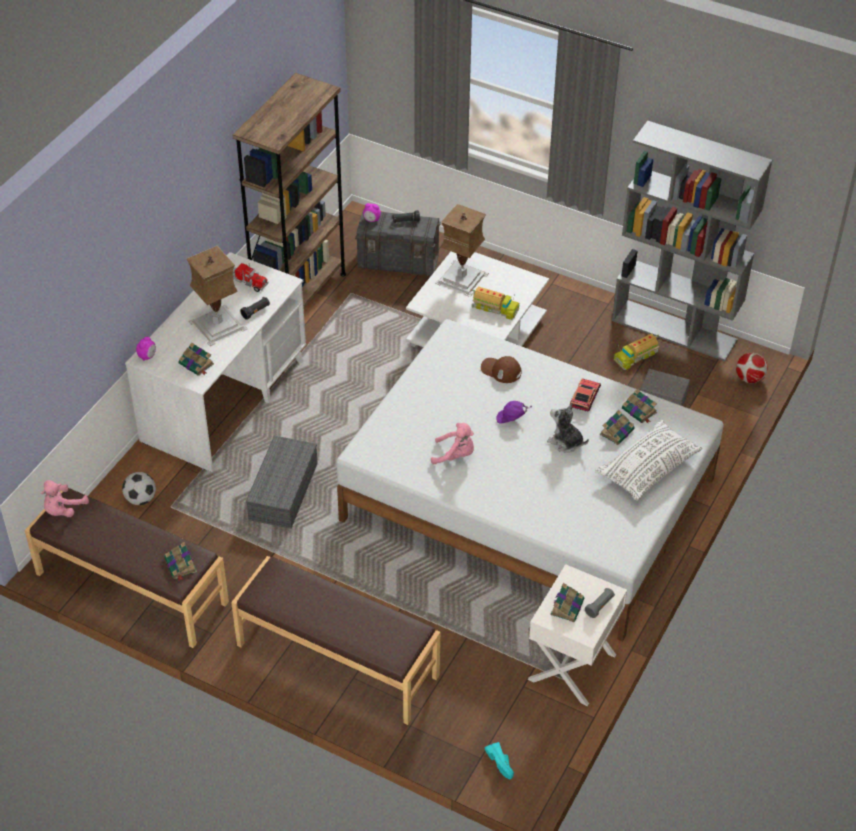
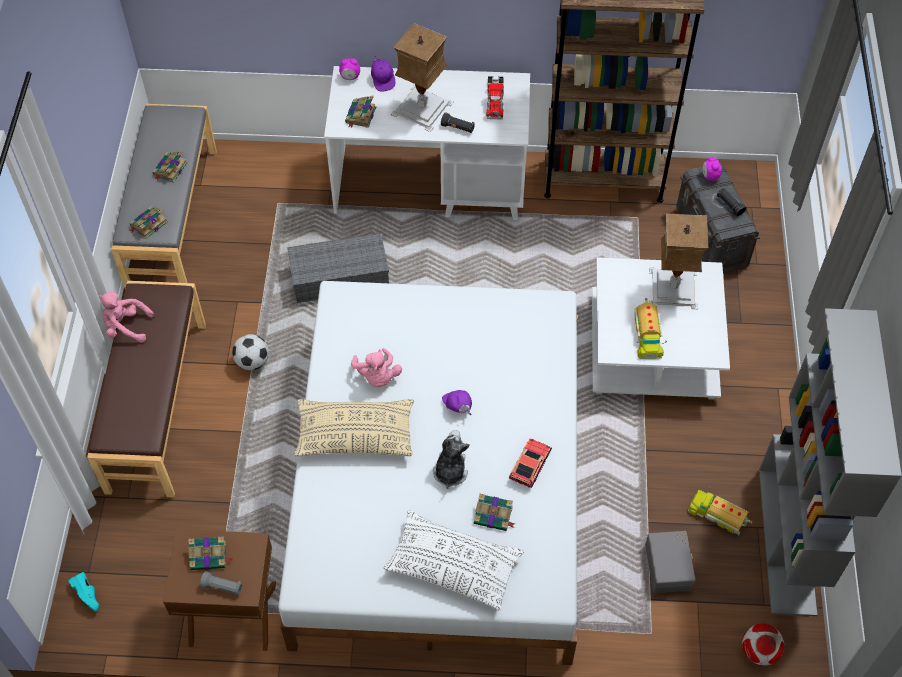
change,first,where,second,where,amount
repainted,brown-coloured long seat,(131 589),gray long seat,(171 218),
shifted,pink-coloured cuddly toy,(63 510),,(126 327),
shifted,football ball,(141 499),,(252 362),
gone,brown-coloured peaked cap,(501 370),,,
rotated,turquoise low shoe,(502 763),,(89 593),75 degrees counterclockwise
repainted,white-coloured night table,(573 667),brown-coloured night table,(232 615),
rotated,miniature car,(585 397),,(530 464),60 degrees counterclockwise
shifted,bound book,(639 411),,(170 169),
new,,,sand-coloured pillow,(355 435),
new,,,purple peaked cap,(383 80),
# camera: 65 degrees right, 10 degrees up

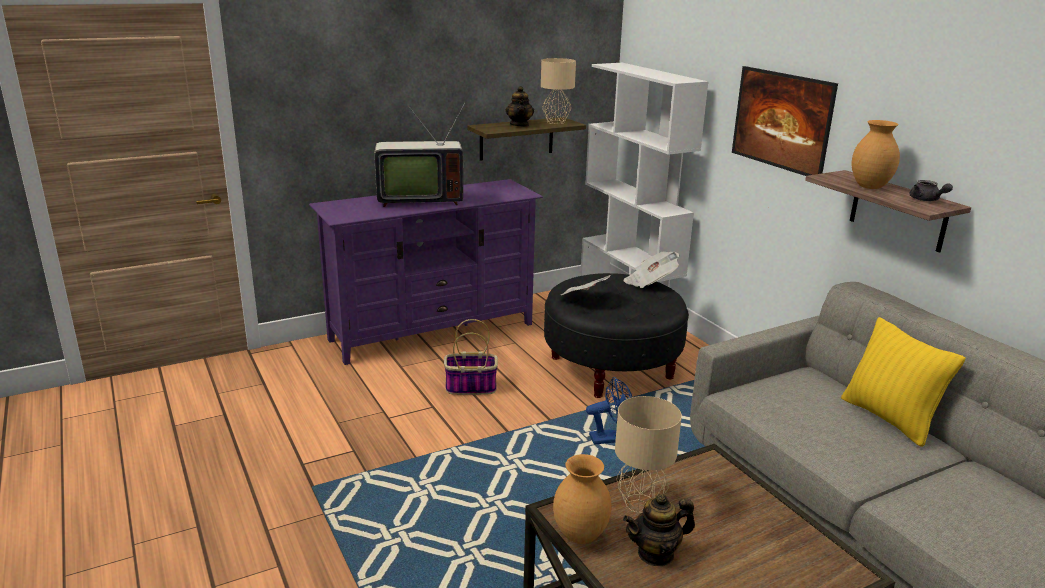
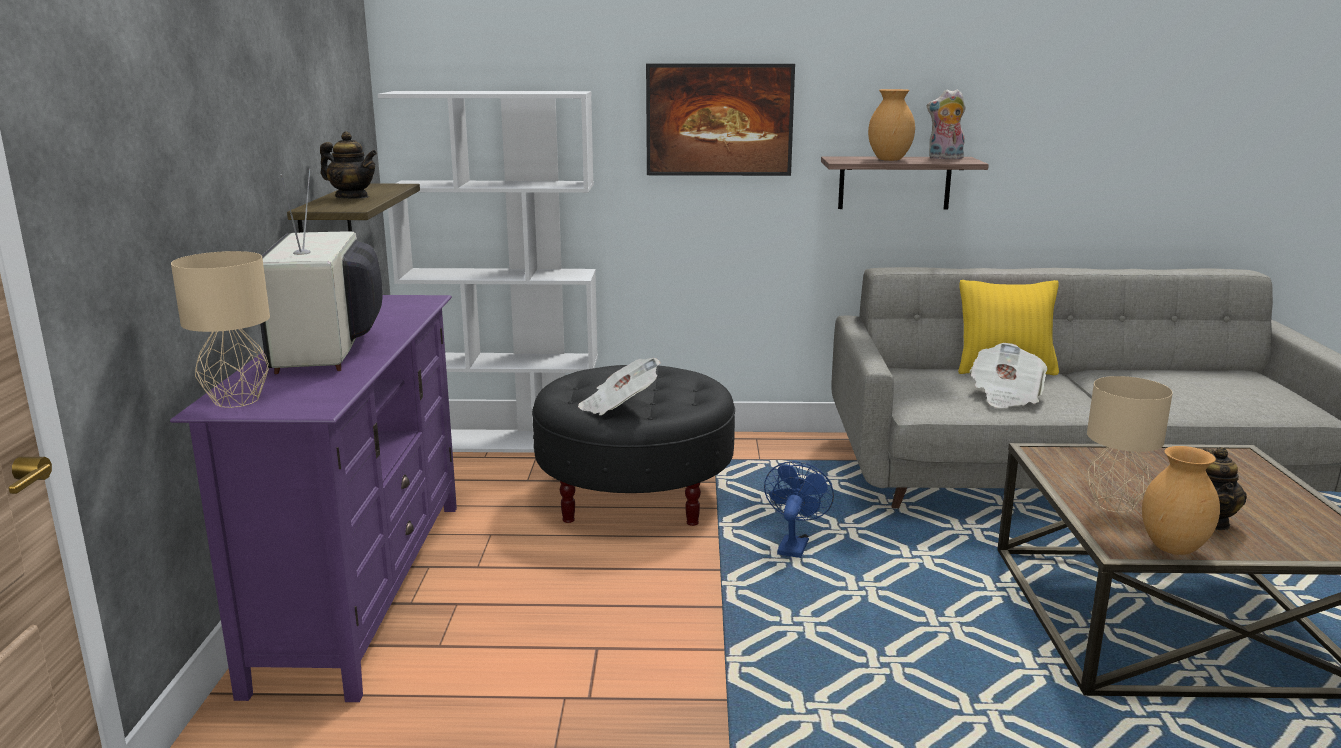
change,first,where,second,where,amount
rotated,TV,(418 200),,(329 349),150 degrees clockwise
gone,basket,(470 387),,,
shifted,sand-coloured tabletop lamp,(555 122),,(235 401),
shifted,newspaper,(650 282),,(1005 396),
swapped,gray pot for tea,(926 200),cuddly toy,(944 158),
# camera: 60 degrees left, 5 degrees down

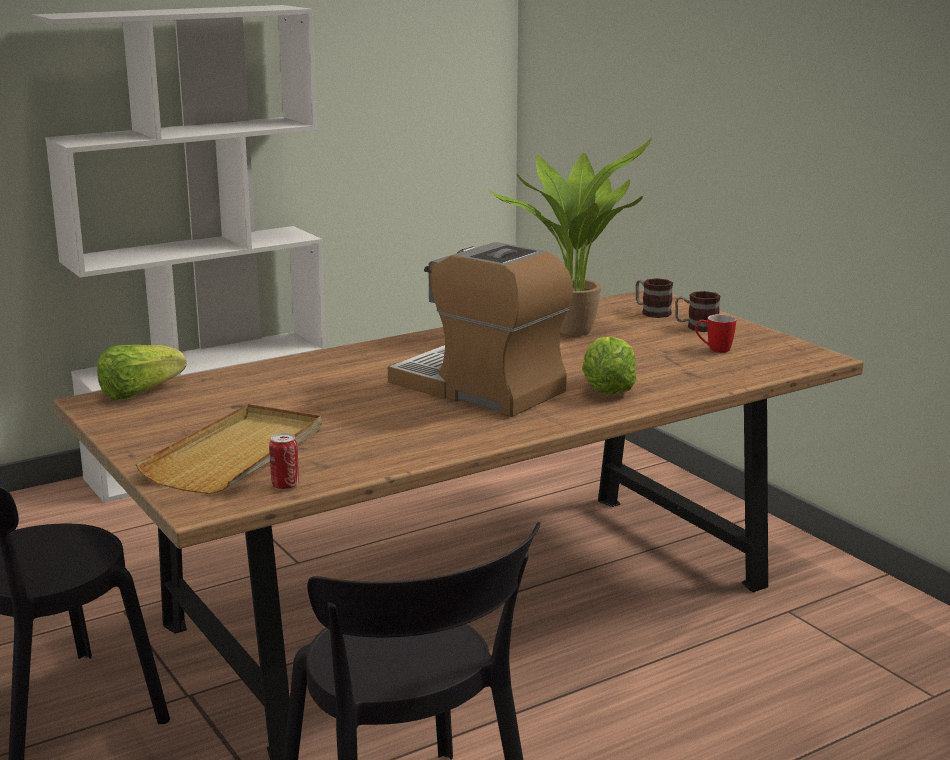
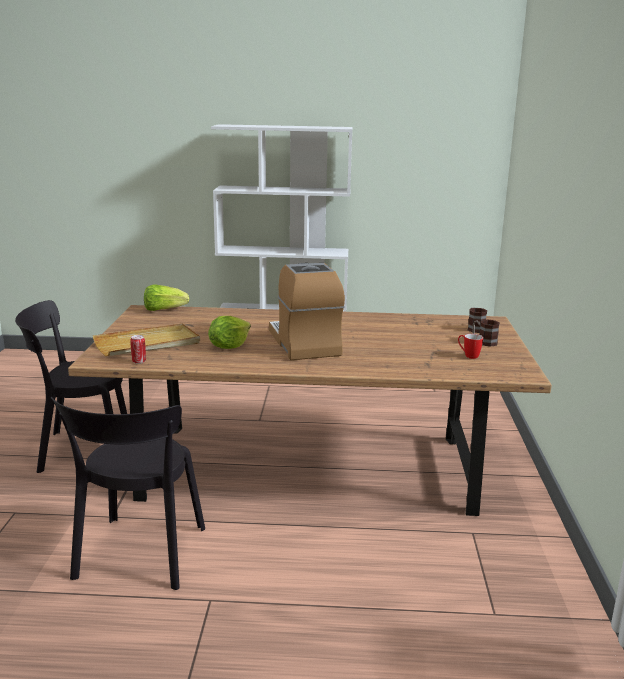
change,first,where,second,where,amount
gone,plant in a pot,(574 330),,,
shifted,head of lettuce,(607 390),,(229 346),
# camera: 35 degrees right, 0 degrees up

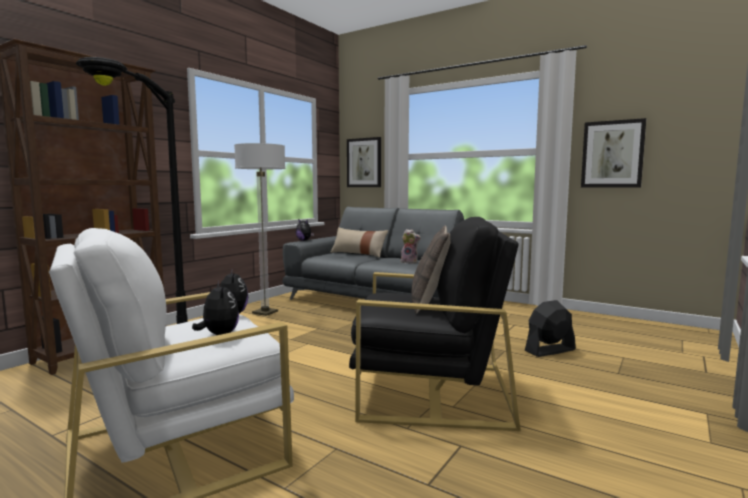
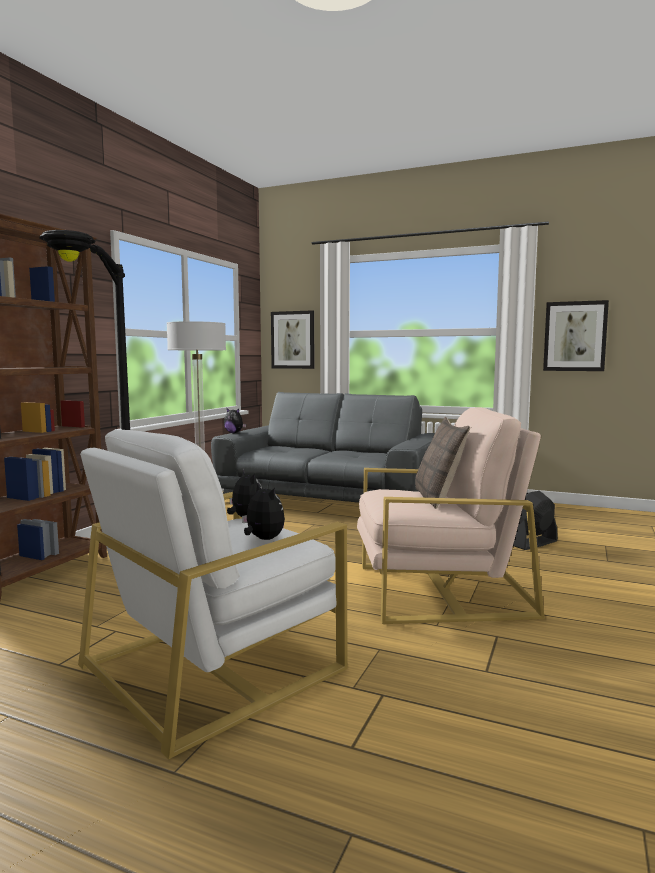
change,first,where,second,where,amount
gone,sand-coloured pillow,(358 254),,,
repainted,blackish easy chair,(432 391),sand-coloured easy chair,(440 589),
gone,cuddly toy,(410 262),,,
# camera: 10 degrees left, 0 degrees up

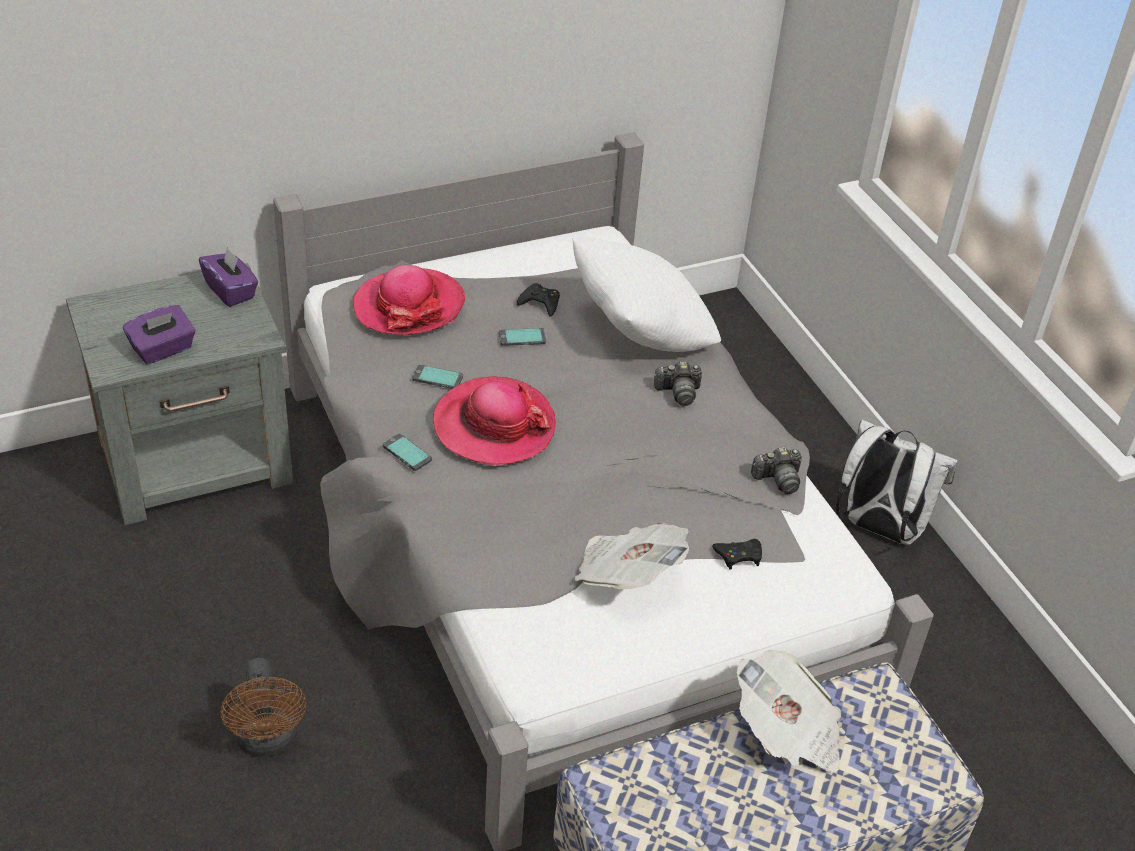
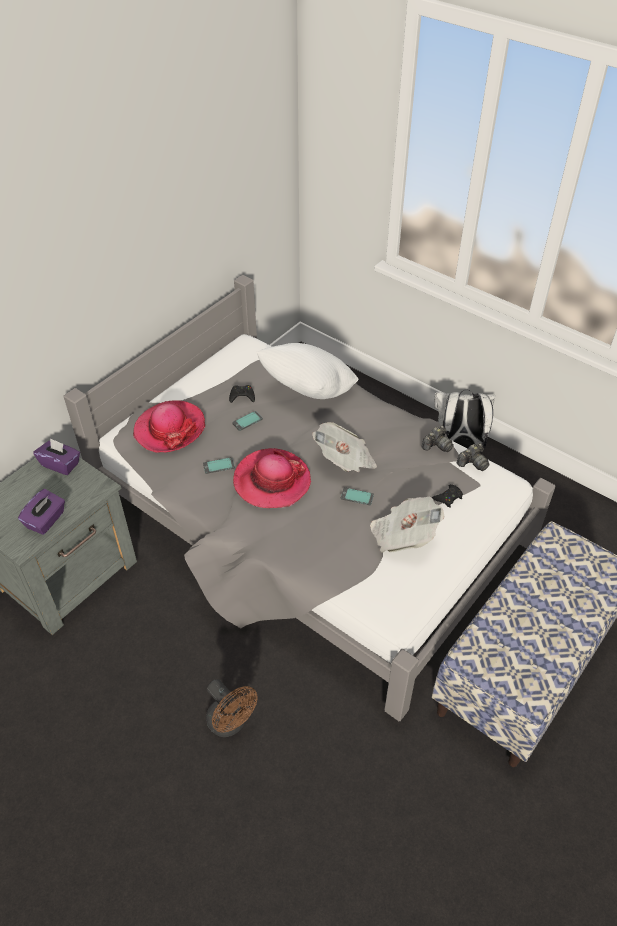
change,first,where,second,where,amount
shifted,handset,(407 453),,(357 497),
shifted,photo camera,(678 392),,(473 463),
shifted,newspaper,(787 732),,(345 460),
# camera: 25 degrees left, 5 degrees up

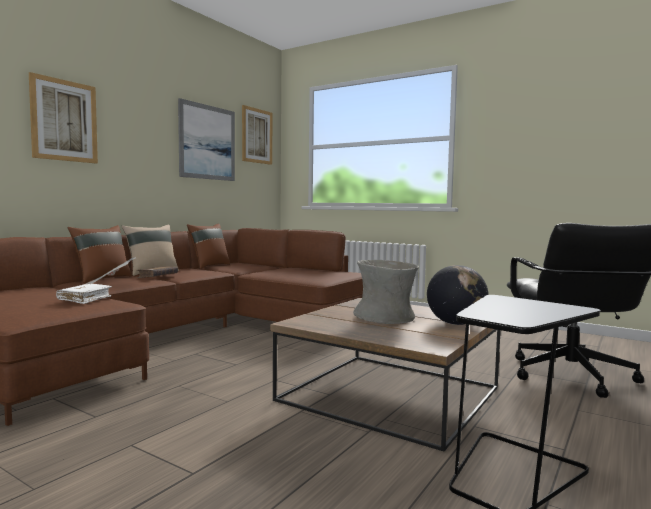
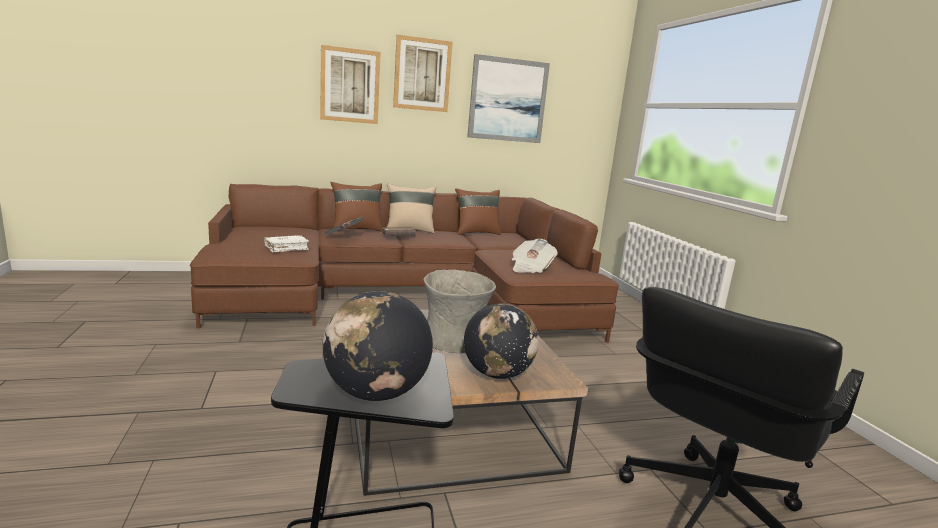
change,first,where,second,where,amount
shifted,wall art,(257 136),,(422 74),
new,,,globe,(375 393),
new,,,newspaper,(530 268),
# camera: 40 degrees right, 10 degrees up

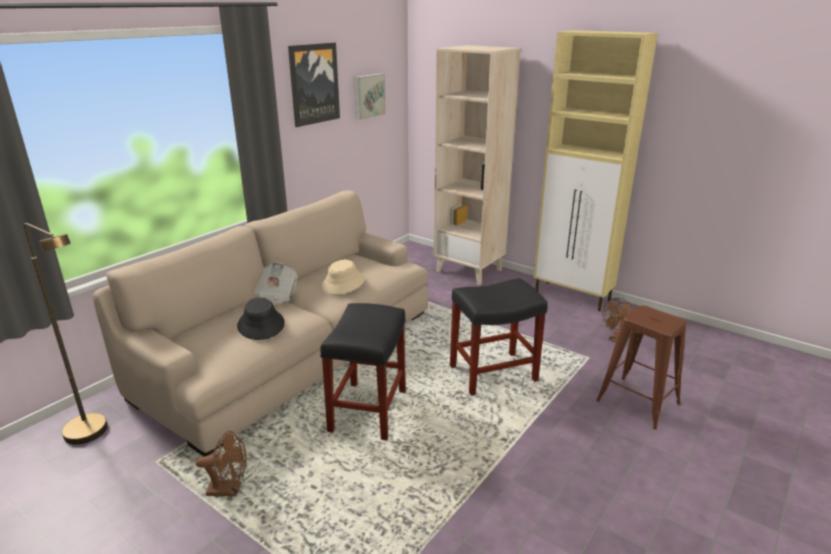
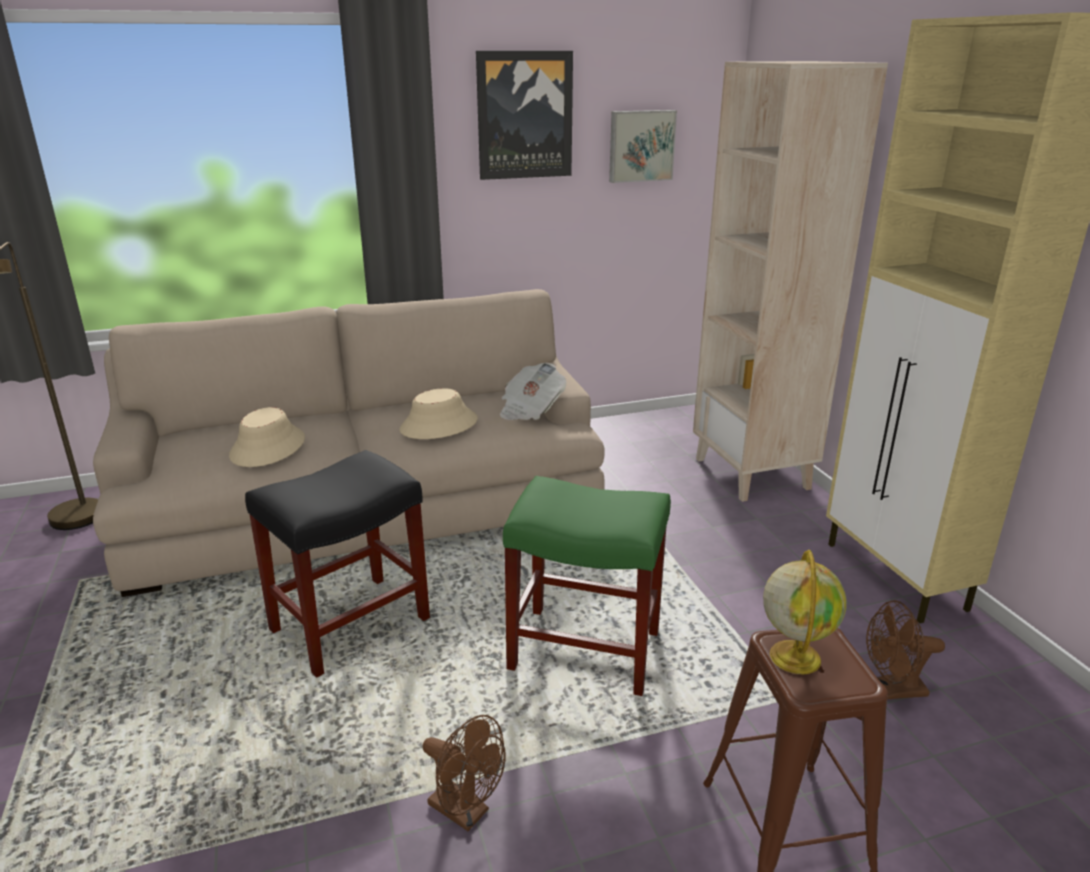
change,first,where,second,where,amount
shifted,brown-coloured electric fan,(229 489),,(466 812),
repainted,blackish clothing hat,(261 325),sand-coloured clothing hat,(268 447),
shifted,newspaper,(275 296),,(530 409),
repainted,blackish sitting stool,(494 373),greenish sitting stool,(587 649),
new,,,globe,(794 656),
# camera: 35 degrees right, 0 degrees up

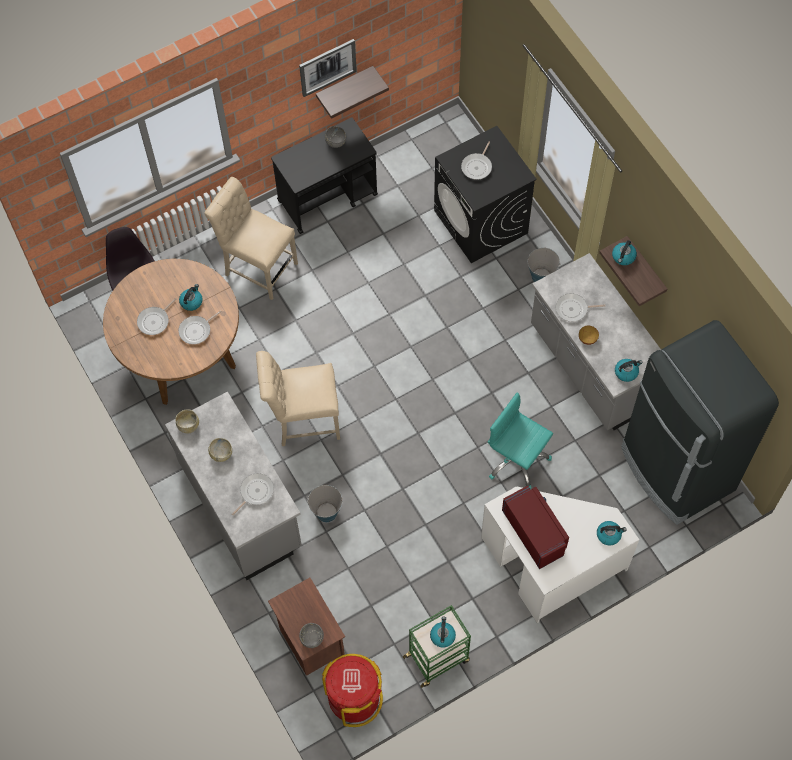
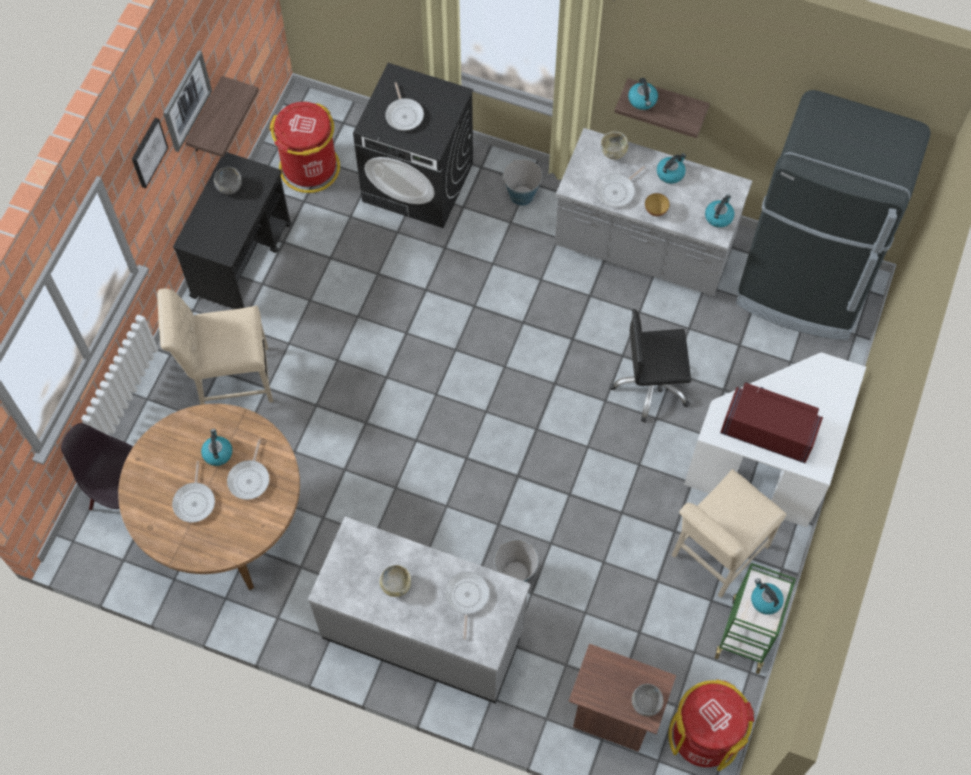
change,first,where,second,where,amount
shifted,sand-coloured deep dish,(188 425),,(613 152),
shifted,sand-coloured chair,(303 420),,(715 554),
repainted,turquoise computer chair,(516 459),blackish computer chair,(651 386),
shifted,kettle,(609 535),,(670 173),
new,,,wall art,(148 152),
new,,,red trash can,(310 168),
# camera: 40 degrees left, 0 degrees up

